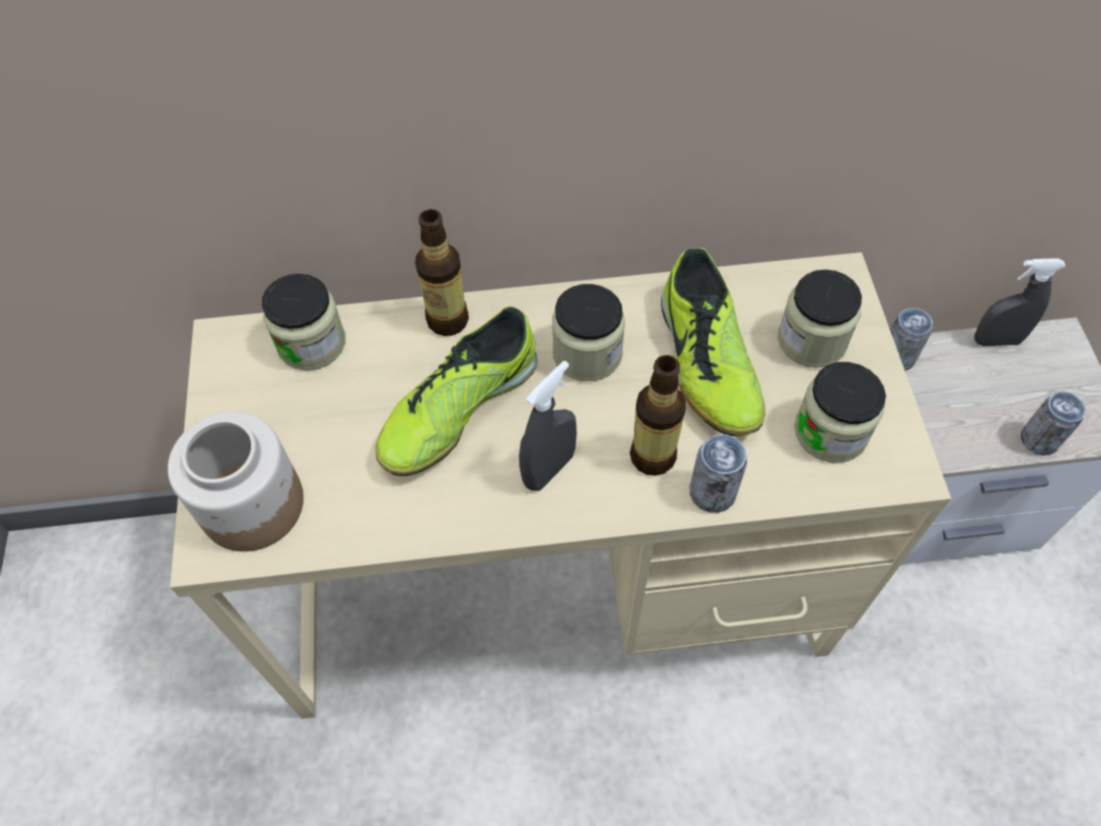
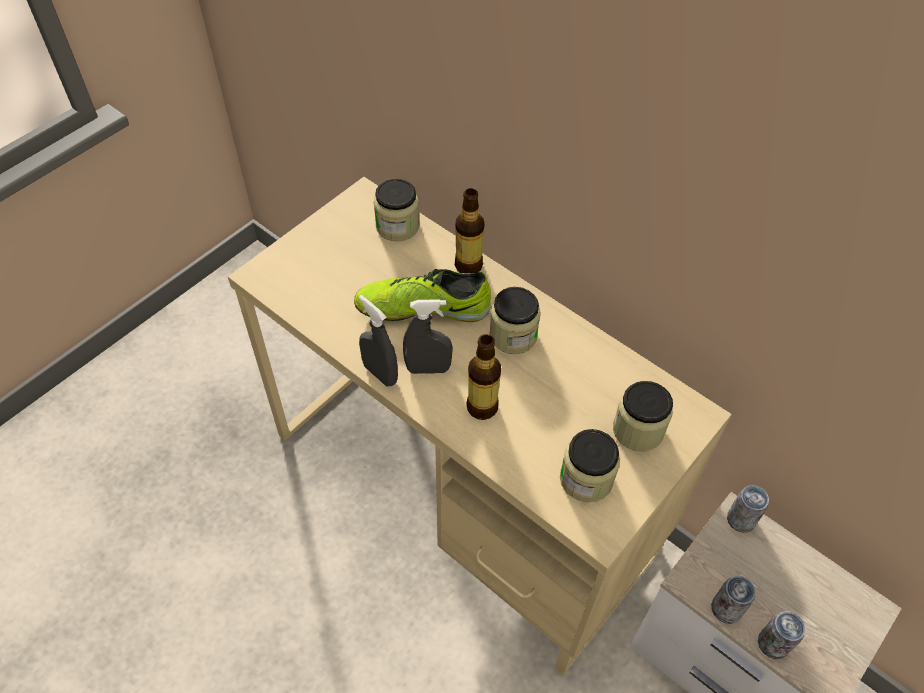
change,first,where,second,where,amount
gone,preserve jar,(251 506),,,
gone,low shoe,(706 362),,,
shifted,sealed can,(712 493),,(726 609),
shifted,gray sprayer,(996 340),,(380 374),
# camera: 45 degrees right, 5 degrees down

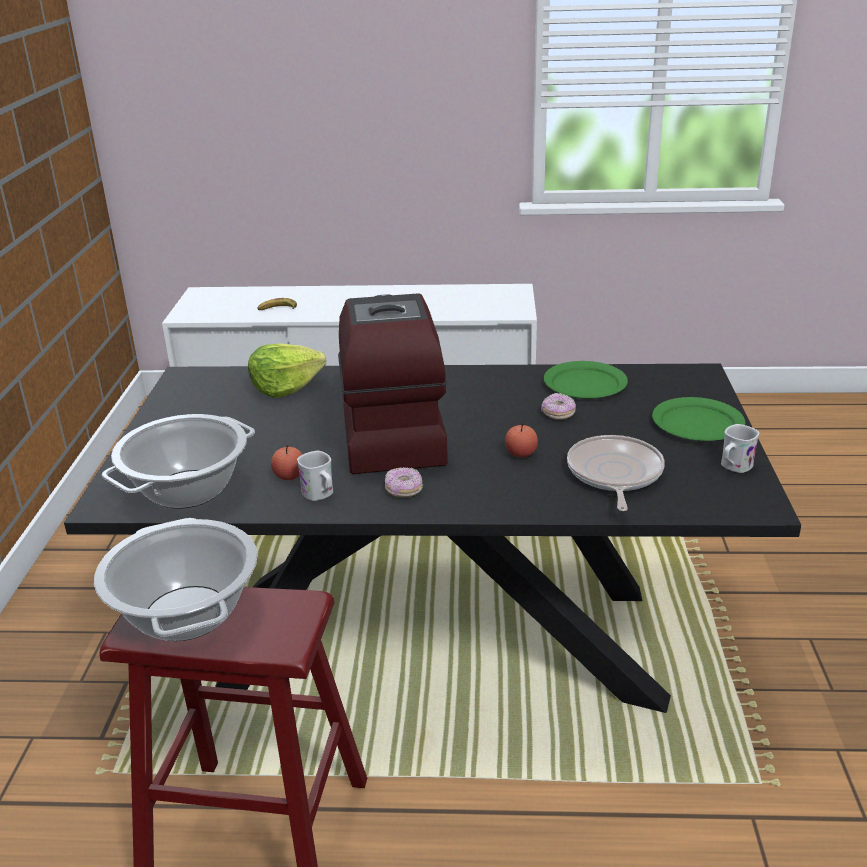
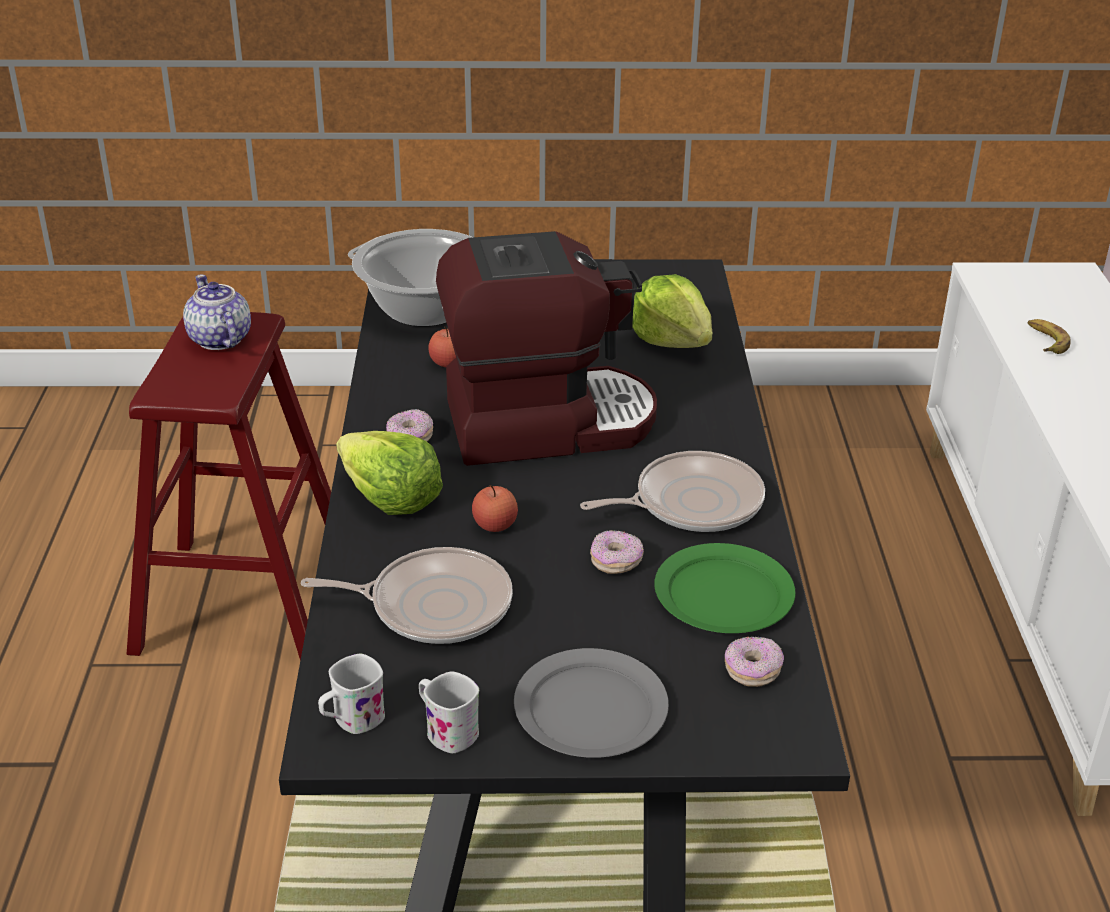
change,first,where,second,where,amount
swapped,stockpot,(187 614),pot for tea,(219 340),
shifted,white-coloured tea mug,(320 495),,(352 721),
repainted,greenish dinner plate,(697 424),gray dinner plate,(589 708),
new,,,head of lettuce,(390 498),
new,,,pan,(691 503),
new,,,ring doughnut,(752 671),
# camera: 85 degrees right, 5 degrees up

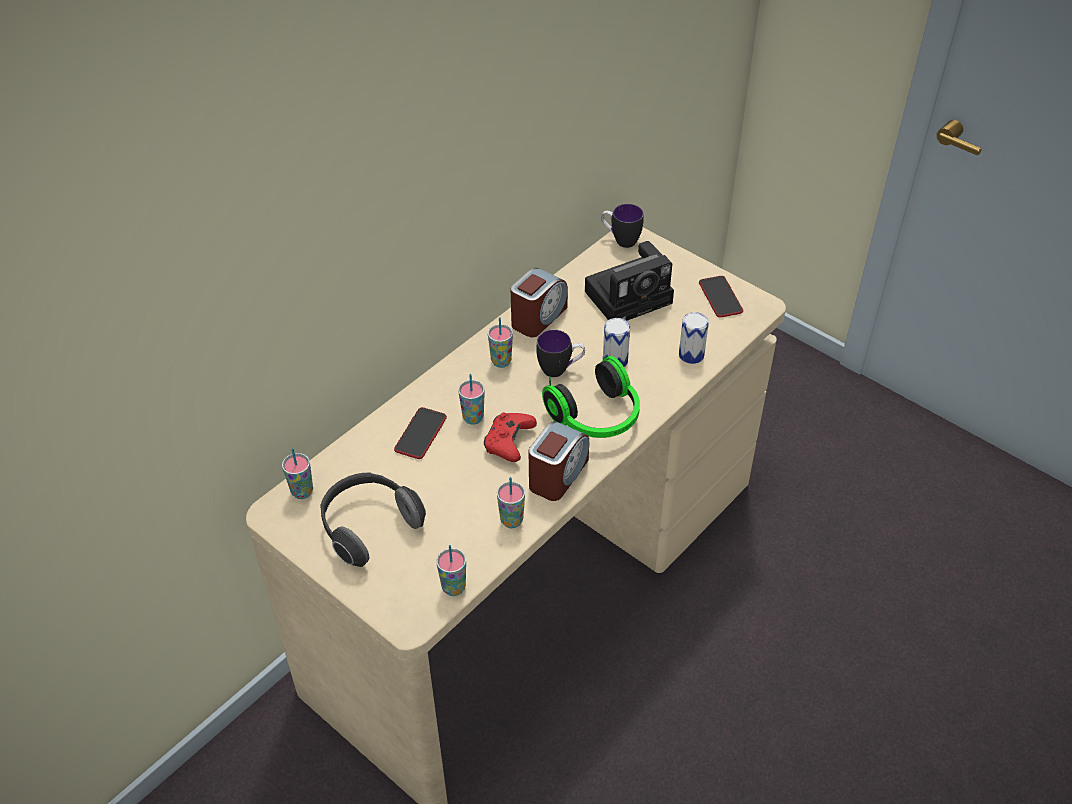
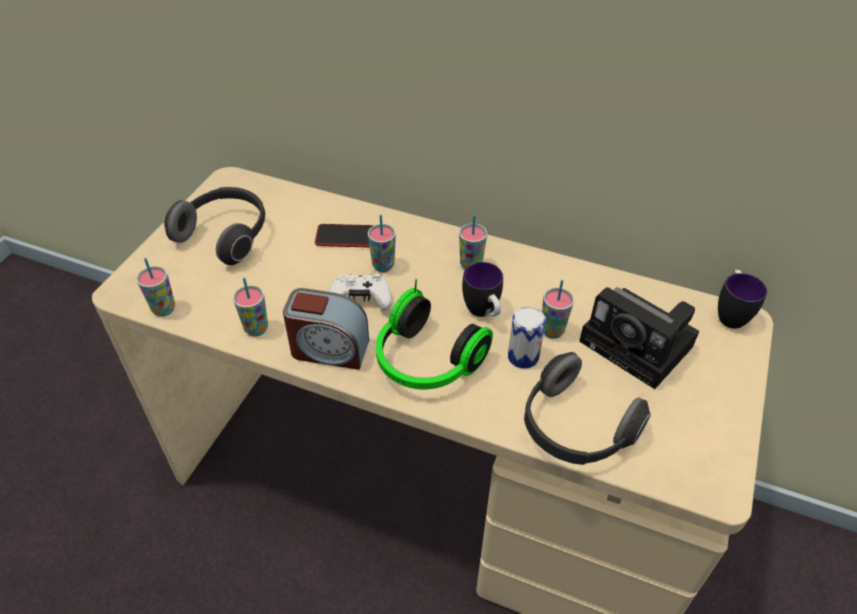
change,first,where,second,where,amount
shifted,small cup,(302 492),,(552 331),
repainted,red joypad,(509 443),white-coloured joypad,(360 300),
gone,table clock,(538 317),,,
swapped,sealed can,(691 355),pair of headphones,(574 429),
gone,handset,(720 297),,,
# camera: 70 degrees right, 0 degrees up

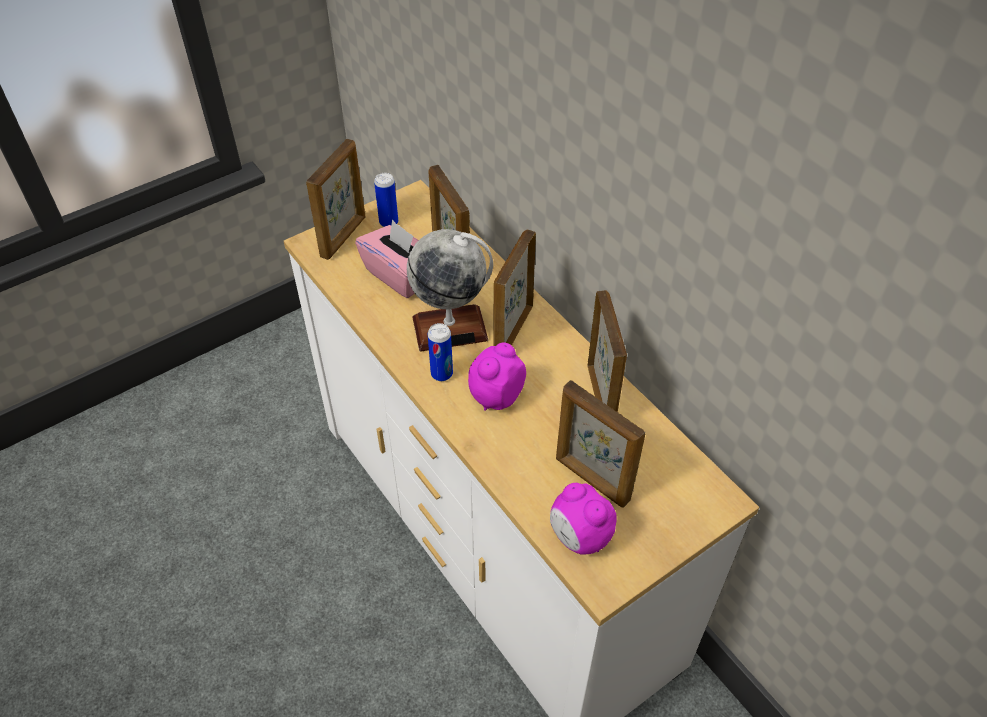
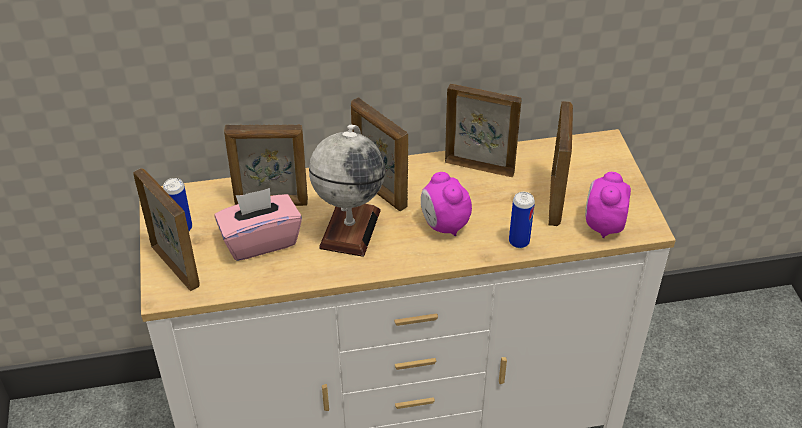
change,first,where,second,where,amount
shifted,sealed can,(441 374),,(519 242),
rotated,table clock,(579 537),,(603 225),120 degrees clockwise
rotated,standing frame,(591 480),,(555 200),60 degrees counterclockwise
# camera: 65 degrees left, 5 degrees down

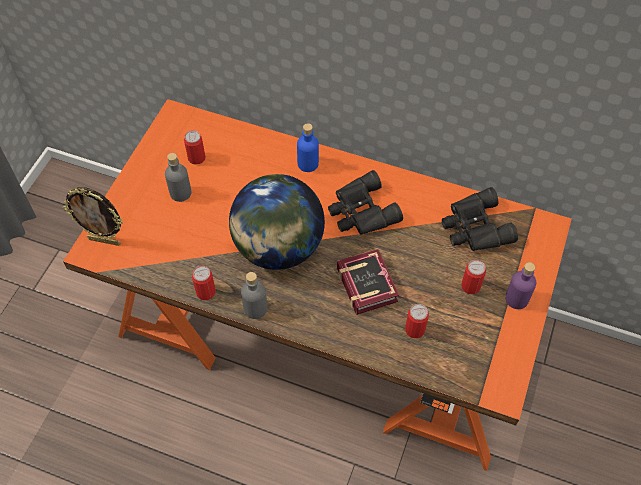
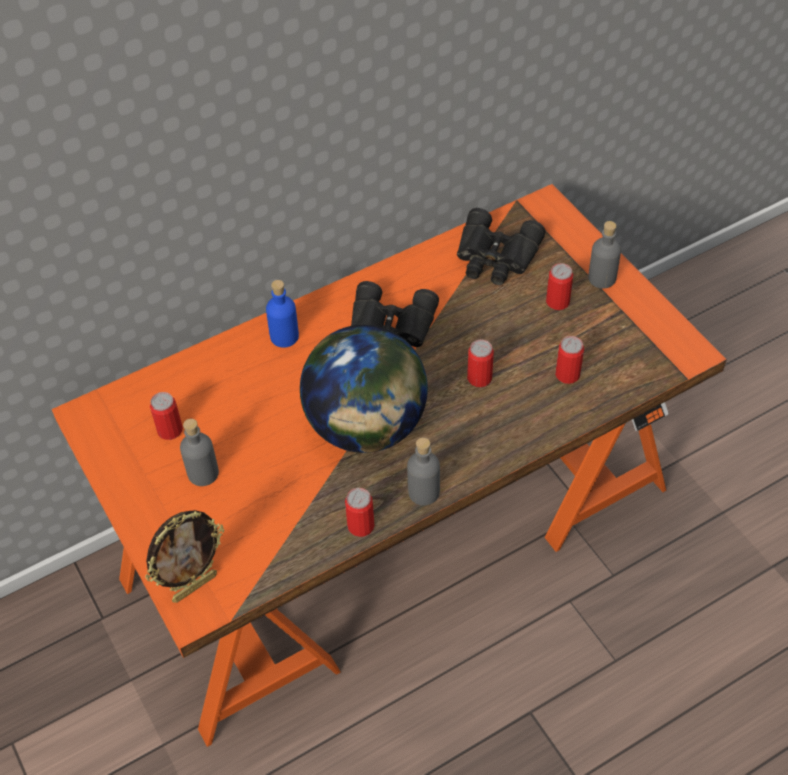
change,first,where,second,where,amount
swapped,bound book,(367 282),sealed can,(479 378),
repainted,purple bottle,(516 299),gray bottle,(602 278),
# camera: 50 degrees left, 5 degrees down

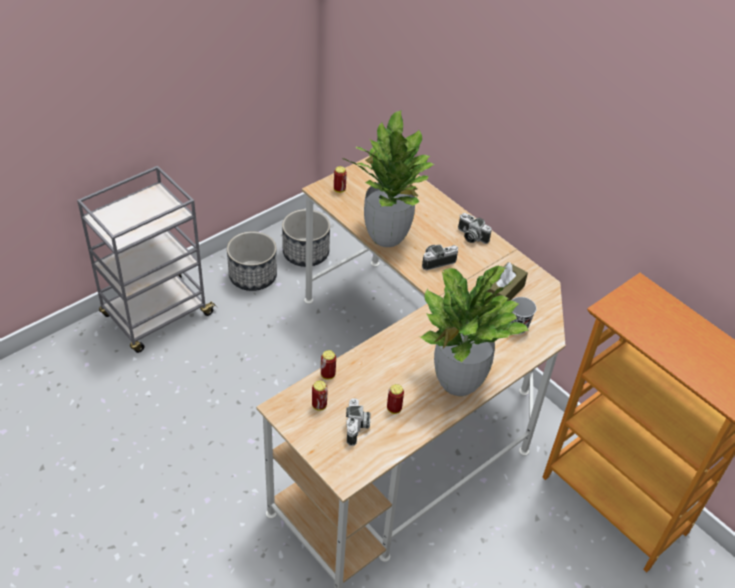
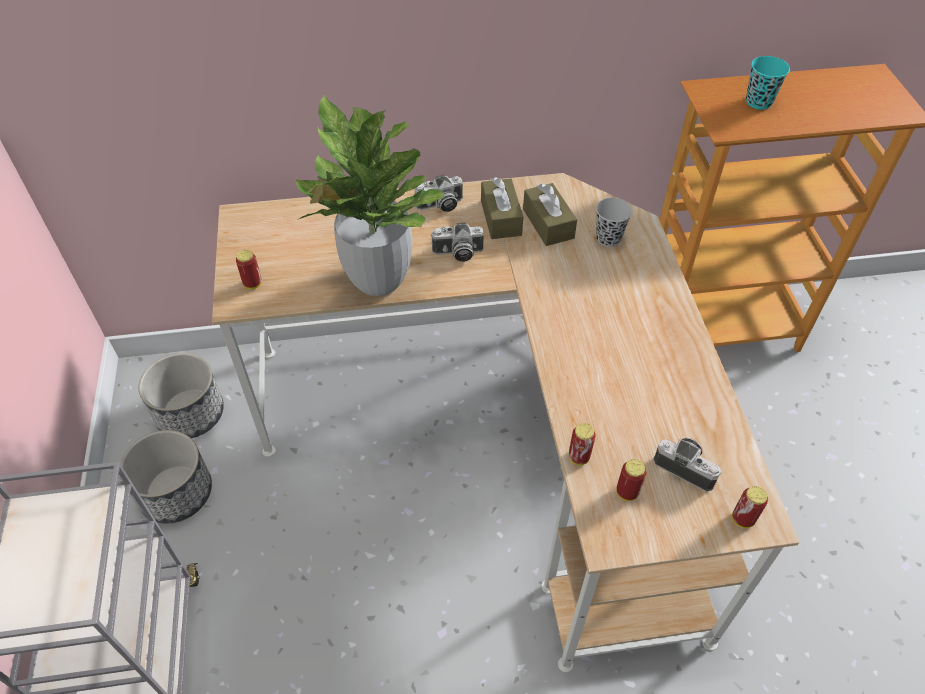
change,first,where,second,where,amount
shifted,sealed can,(394 409),,(742 519),
gone,plant in a pot,(458 382),,,
rotated,photo camera,(437 261),,(457 253),105 degrees counterclockwise
new,,,brown-coloured tissue box,(501 218),
new,,,turquoise small cup,(758 102),
# camera: 55 degrees left, 5 degrees up

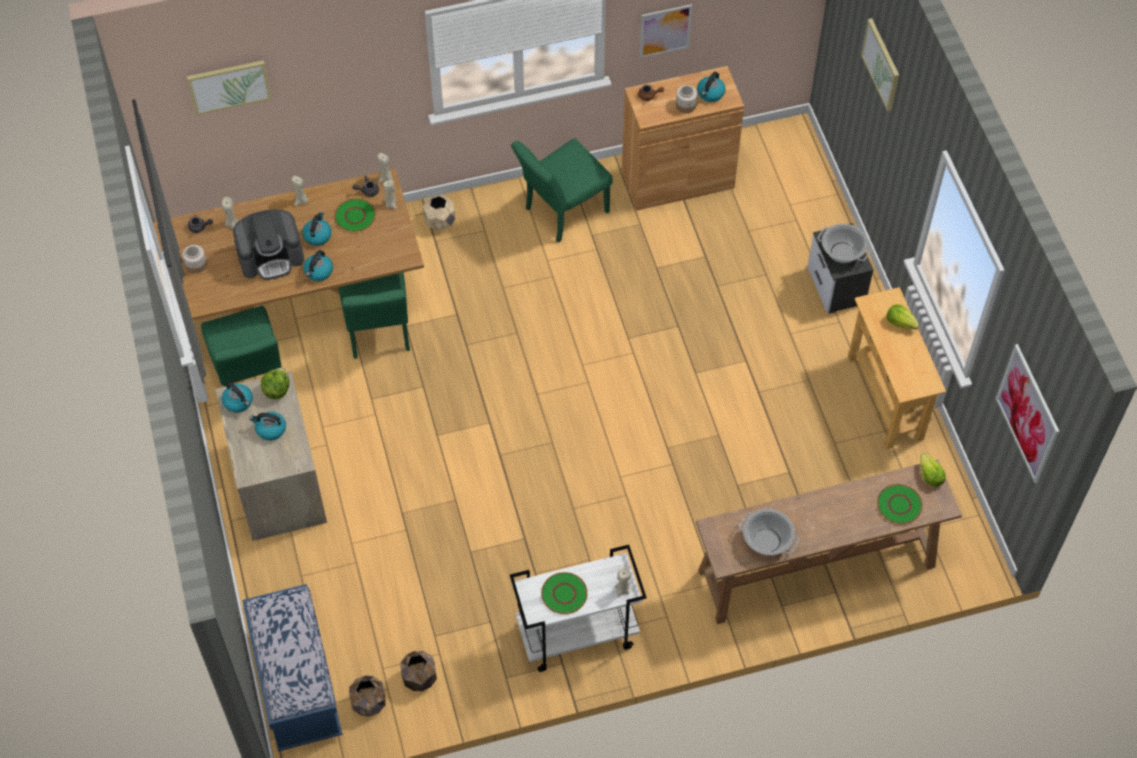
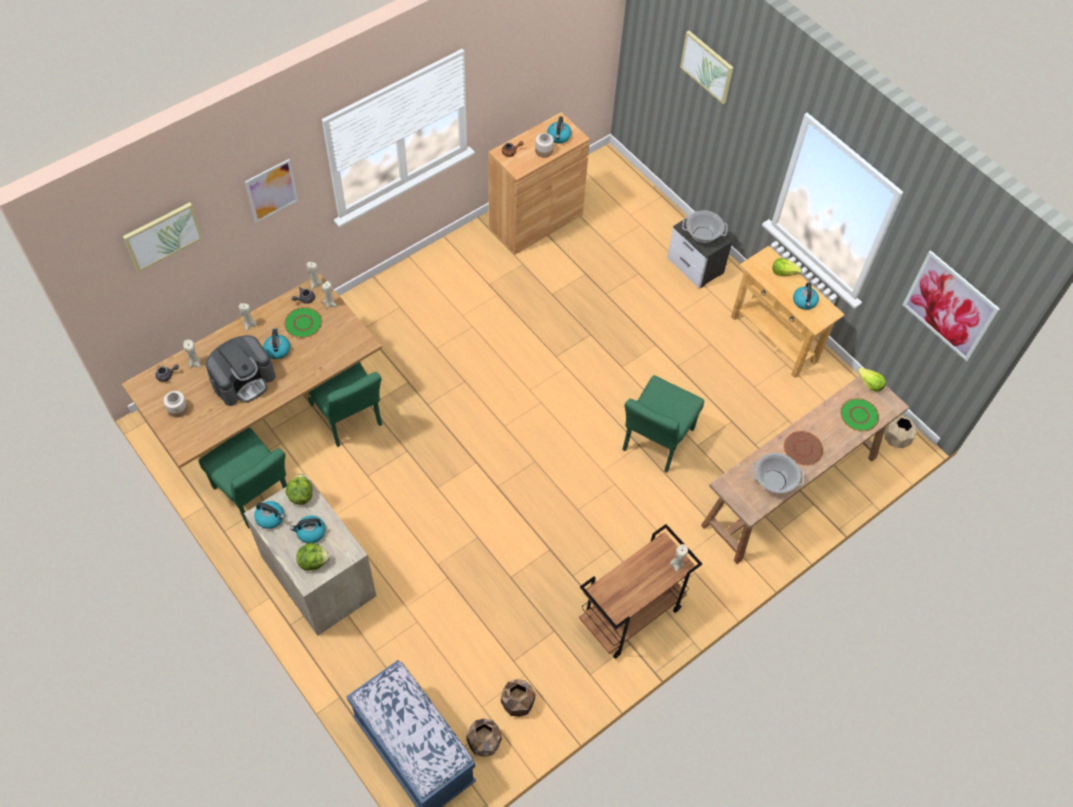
change,first,where,second,where,amount
shifted,kettle,(318 272),,(804 302),
shifted,sand-coloured plant pot,(440 221),,(896 439),
repainted,white-coloured cart,(576 635),brown-coloured cart,(630 616),
shifted,greenish chair,(561 213),,(654 443),
gone,greenish dinner plate,(564 594),,,
shifted,wall art,(665 31),,(272 190),
new,,,head of lettuce,(313 561),
new,,,brown-coloured dinner plate,(803 449),
# camera: 25 degrees left, 0 degrees up

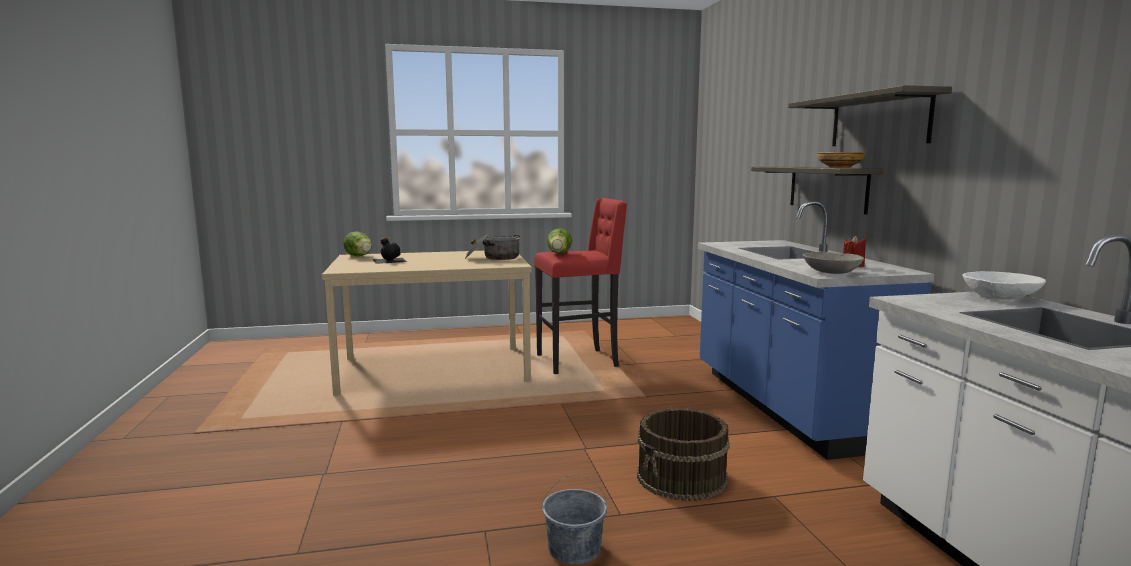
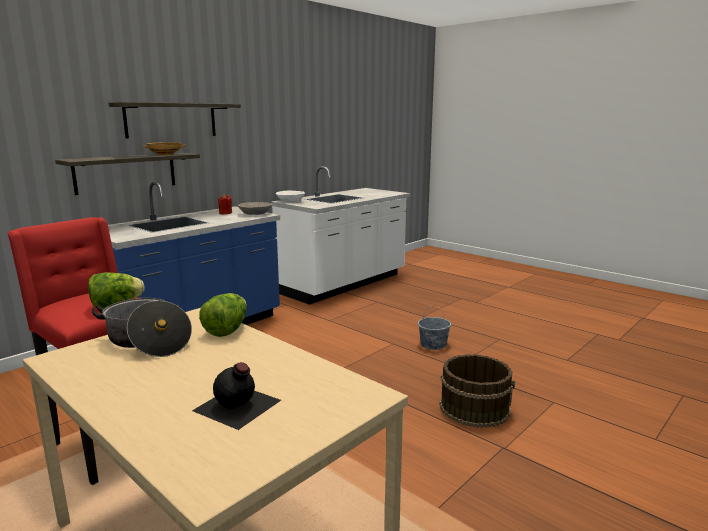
change,first,where,second,where,amount
shifted,head of lettuce,(360 256),,(227 330),
shifted,brown-coloured water bucket,(682 478),,(475 407),
# camera: 125 degrees left, 5 degrees up

